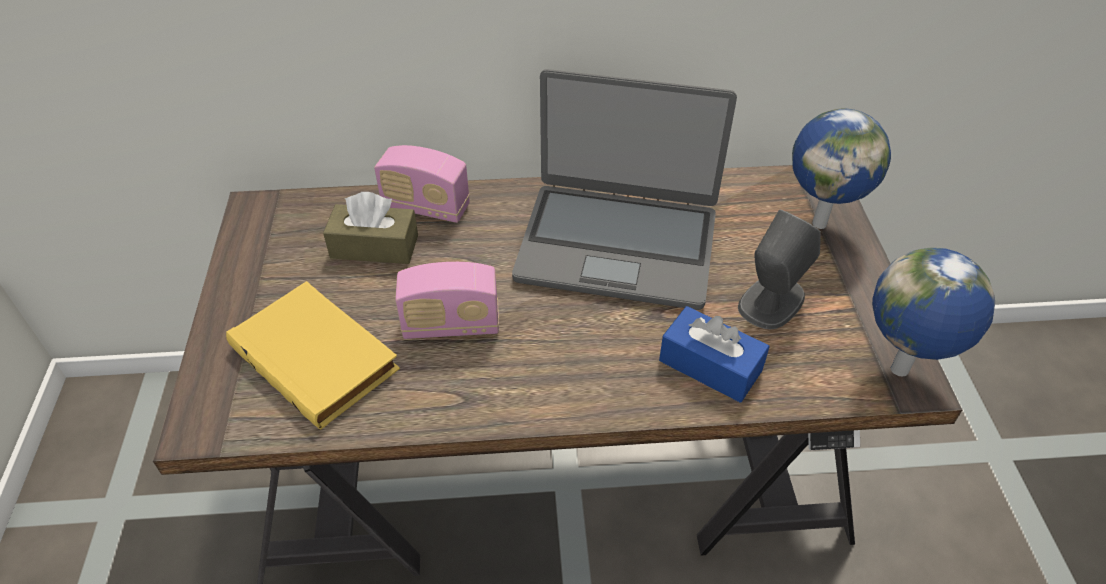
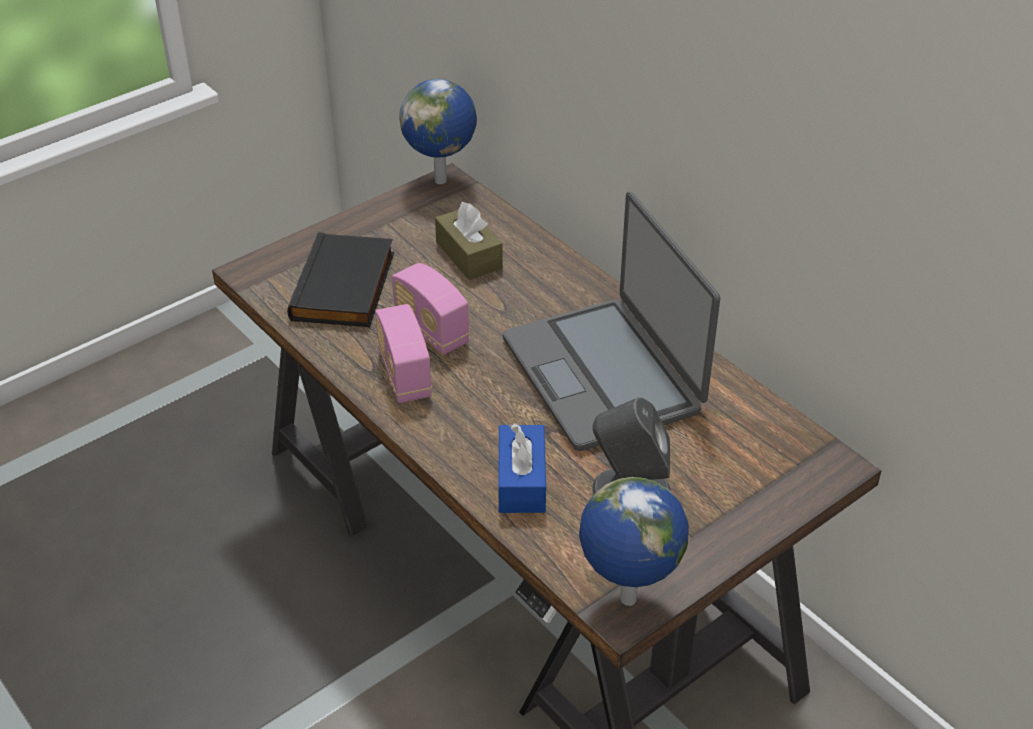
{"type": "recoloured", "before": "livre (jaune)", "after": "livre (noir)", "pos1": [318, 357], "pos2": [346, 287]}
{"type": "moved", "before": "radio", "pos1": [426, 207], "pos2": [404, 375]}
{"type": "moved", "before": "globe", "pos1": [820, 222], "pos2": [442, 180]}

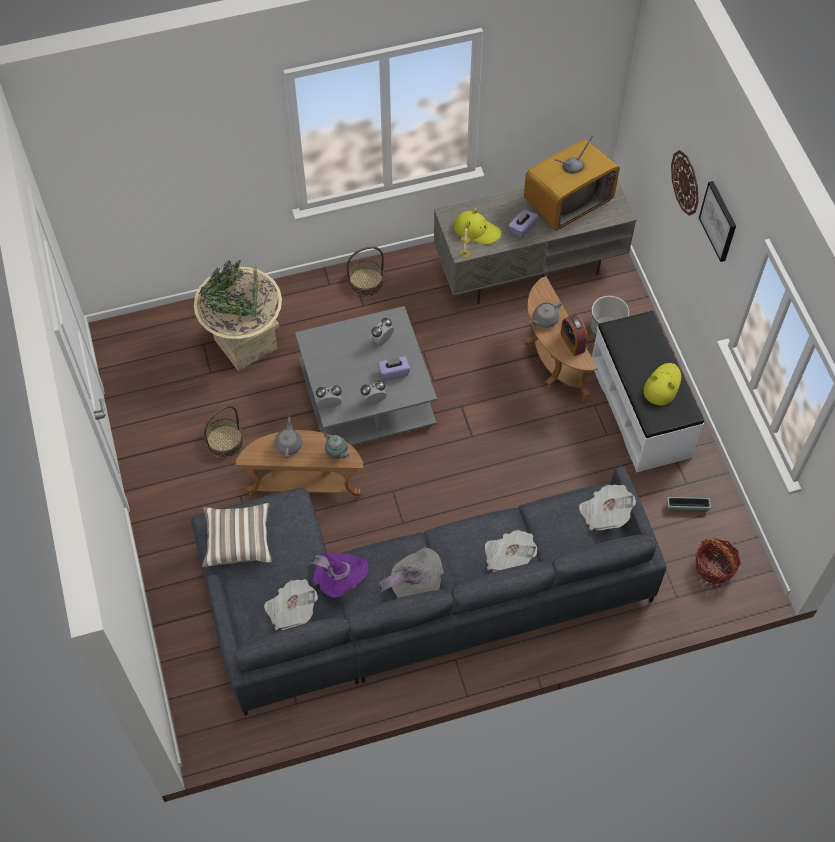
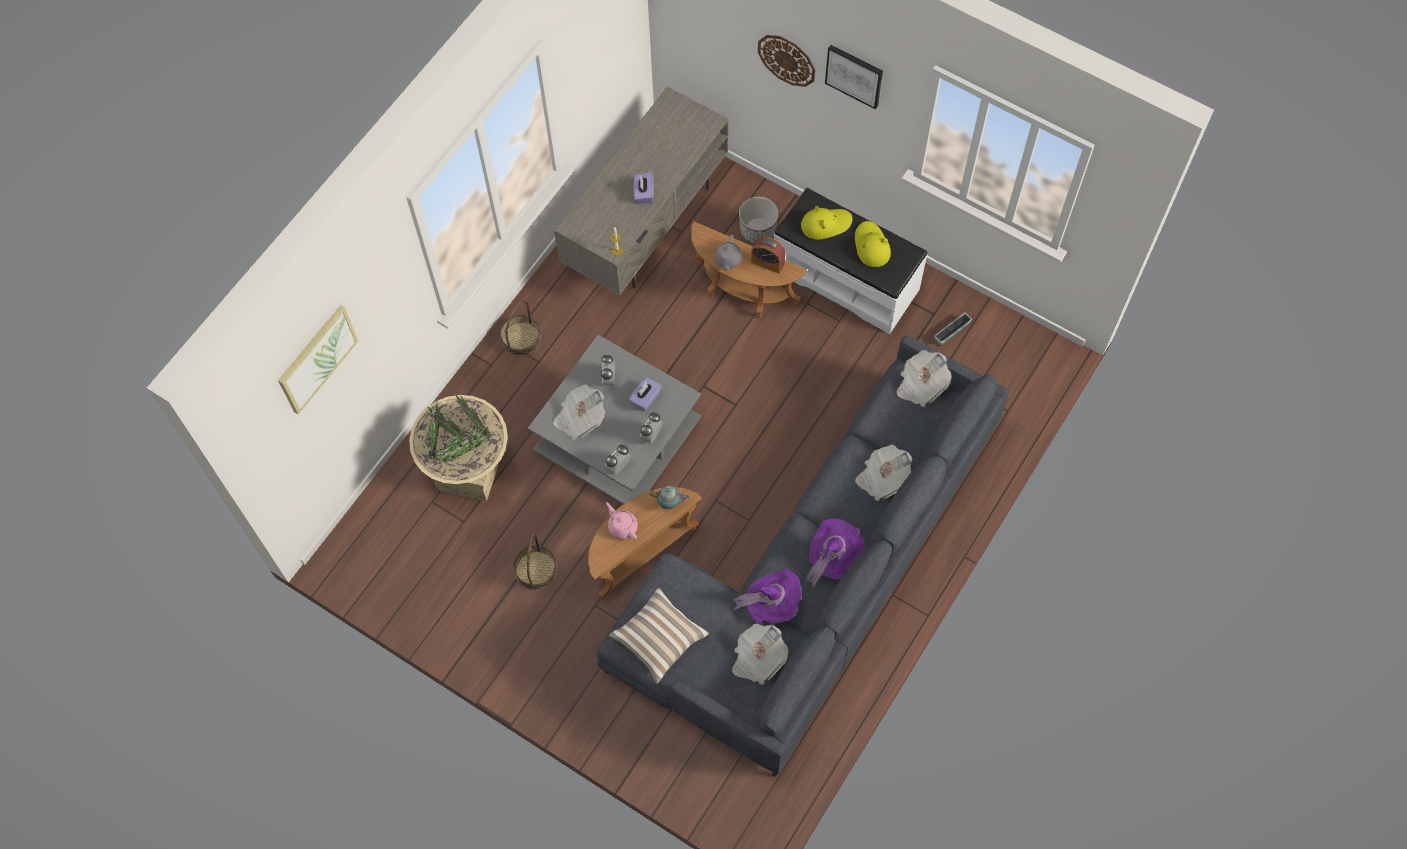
{"type": "added", "after": "tableau", "pos2": [317, 358]}
{"type": "added", "after": "journal", "pos2": [579, 418]}
{"type": "recoloured", "before": "théière (gris)", "after": "théière (rose)", "pos1": [289, 444], "pos2": [622, 526]}
{"type": "moved", "before": "chapeau (jaune)", "pos1": [476, 230], "pos2": [825, 224]}
{"type": "recoloured", "before": "chapeau (gris)", "after": "chapeau (violet)", "pos1": [414, 583], "pos2": [832, 558]}
{"type": "removed", "before": "téléviseur", "pos1": [567, 202]}
{"type": "removed", "before": "panier", "pos1": [714, 567]}

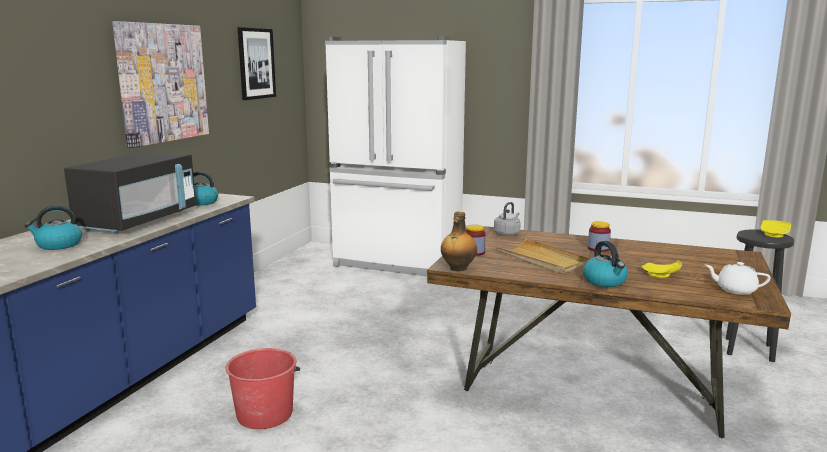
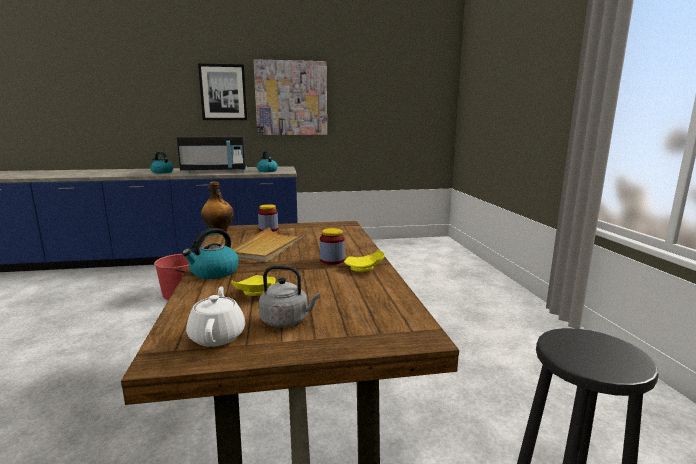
{"type": "moved", "before": "tableau", "pos1": [256, 63], "pos2": [223, 92]}
{"type": "moved", "before": "bouilloire (gris)", "pos1": [507, 233], "pos2": [287, 321]}
{"type": "moved", "before": "assiette (jaune)", "pos1": [774, 234], "pos2": [365, 268]}
{"type": "removed", "before": "réfrigérateur (blanc)", "pos1": [397, 263]}

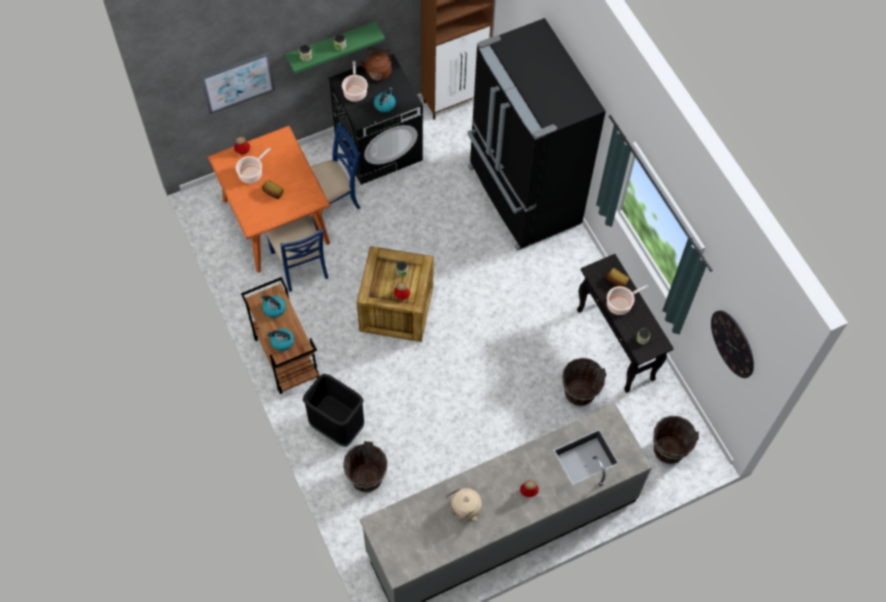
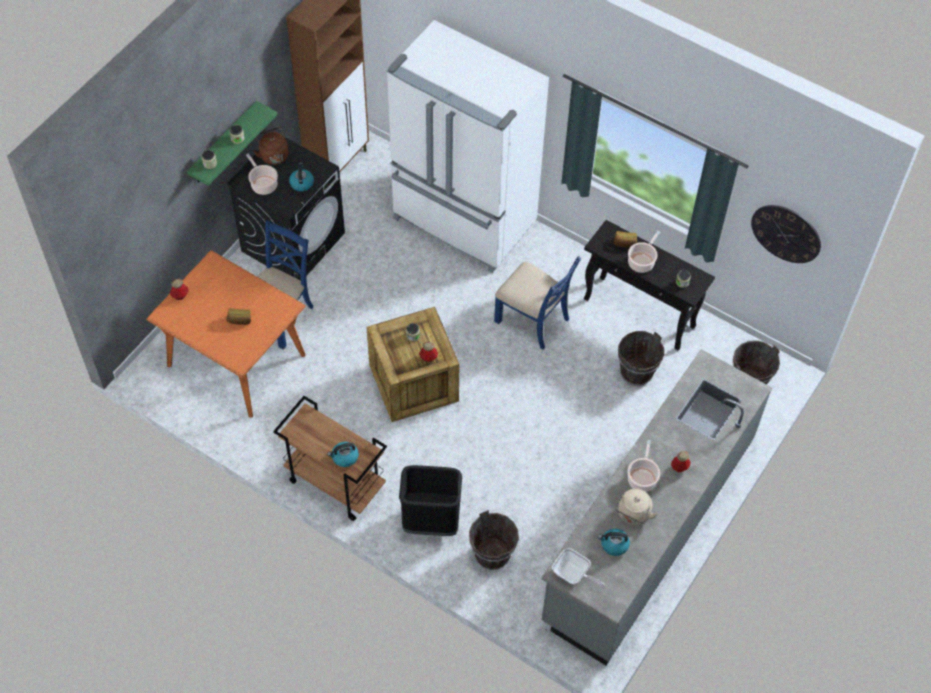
{"type": "recoloured", "before": "réfrigérateur (noir)", "after": "réfrigérateur (blanc)", "pos1": [522, 196], "pos2": [463, 221]}
{"type": "moved", "before": "chaise (bleu)", "pos1": [300, 264], "pos2": [533, 320]}
{"type": "added", "after": "poêle", "pos2": [573, 575]}
{"type": "moved", "before": "bouilloire", "pos1": [273, 309], "pos2": [614, 545]}
{"type": "moved", "before": "marmite", "pos1": [251, 173], "pos2": [642, 478]}
{"type": "removed", "before": "tableau", "pos1": [238, 82]}

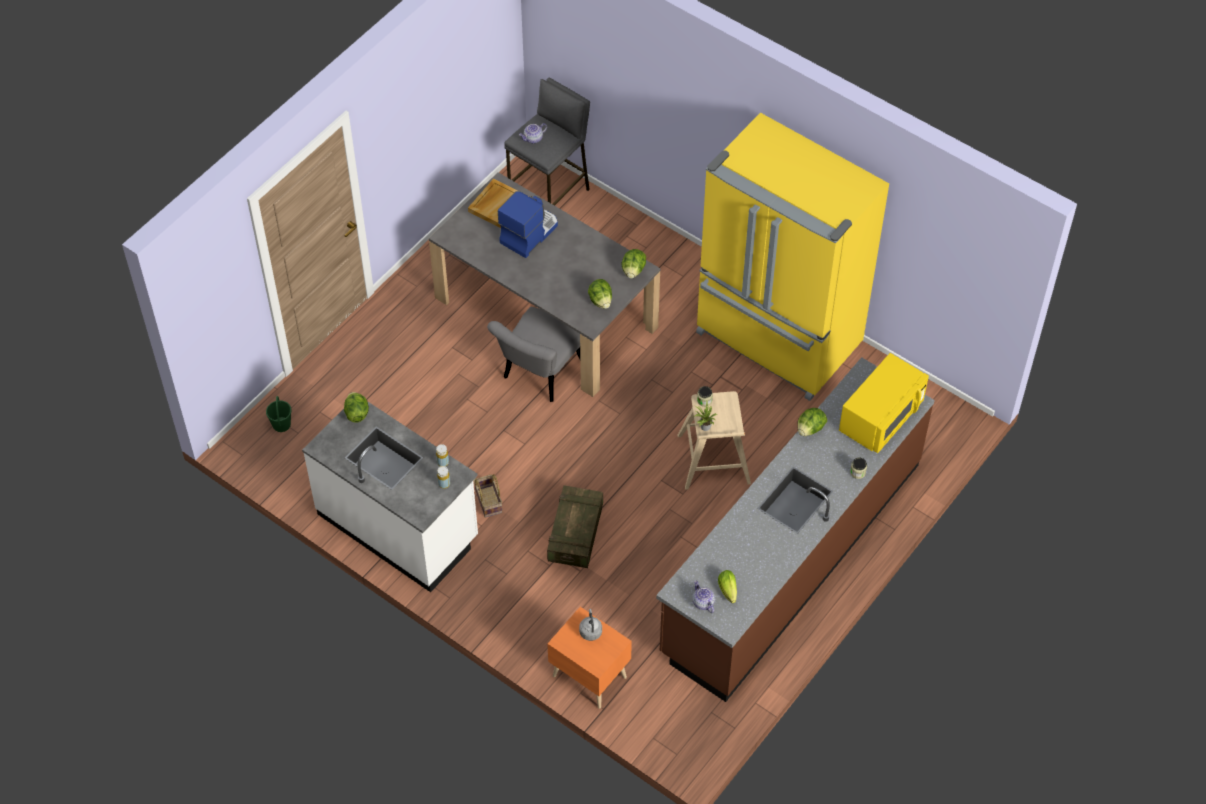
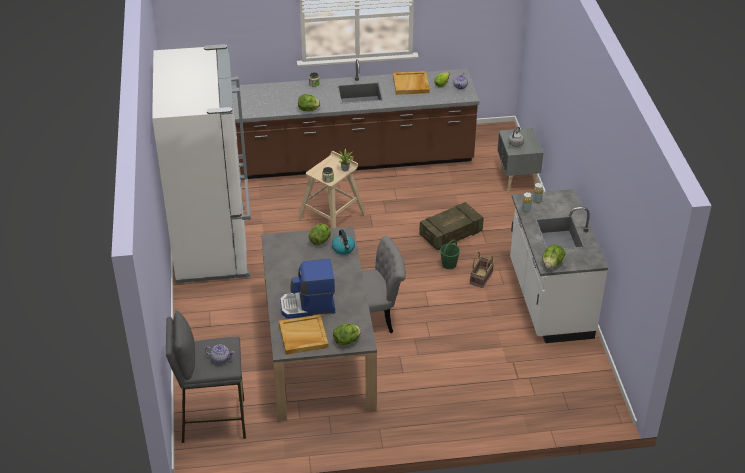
{"type": "recoloured", "before": "réfrigérateur (jaune)", "after": "réfrigérateur (blanc)", "pos1": [777, 340], "pos2": [213, 243]}
{"type": "added", "after": "bouilloire", "pos2": [343, 249]}
{"type": "moved", "before": "laitue", "pos1": [633, 270], "pos2": [347, 341]}
{"type": "added", "after": "plateau (beige)", "pos2": [411, 84]}
{"type": "moved", "before": "seau (vert)", "pos1": [281, 424], "pos2": [449, 264]}
{"type": "recoloured", "before": "table de chevet (orange)", "after": "table de chevet (gris)", "pos1": [589, 675], "pos2": [516, 180]}
{"type": "removed", "before": "micro-ondes (jaune)", "pos1": [880, 417]}

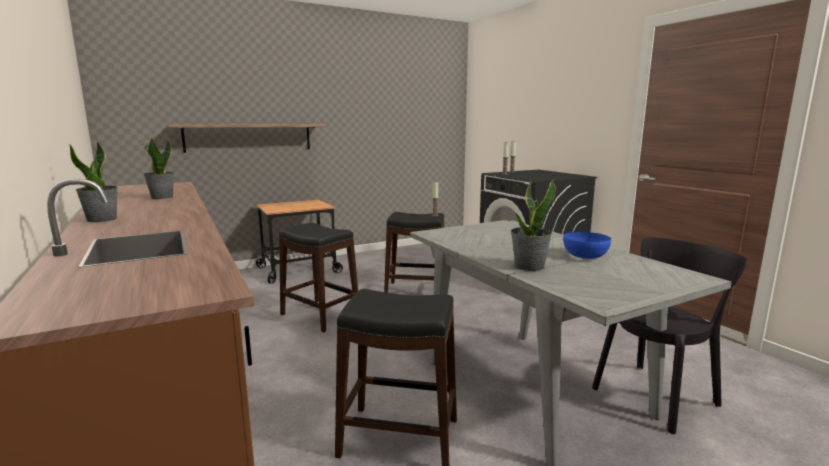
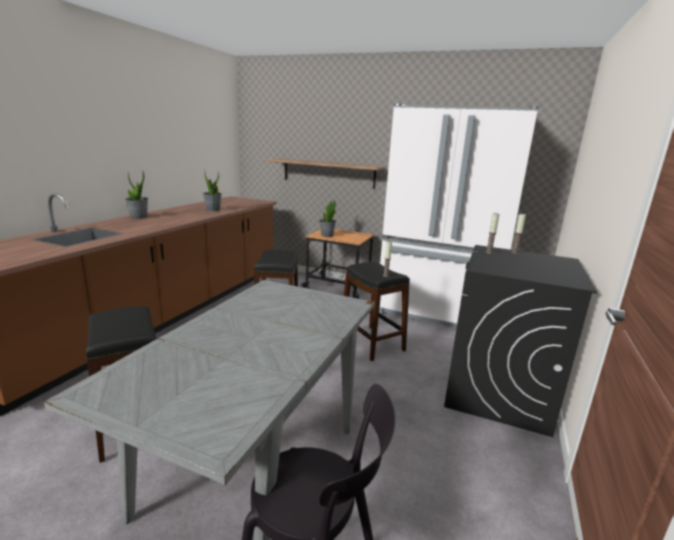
{"type": "moved", "before": "plante en pot", "pos1": [529, 266], "pos2": [327, 235]}
{"type": "added", "after": "réfrigérateur (blanc)", "pos2": [437, 312]}
{"type": "removed", "before": "bol (bleu)", "pos1": [585, 256]}

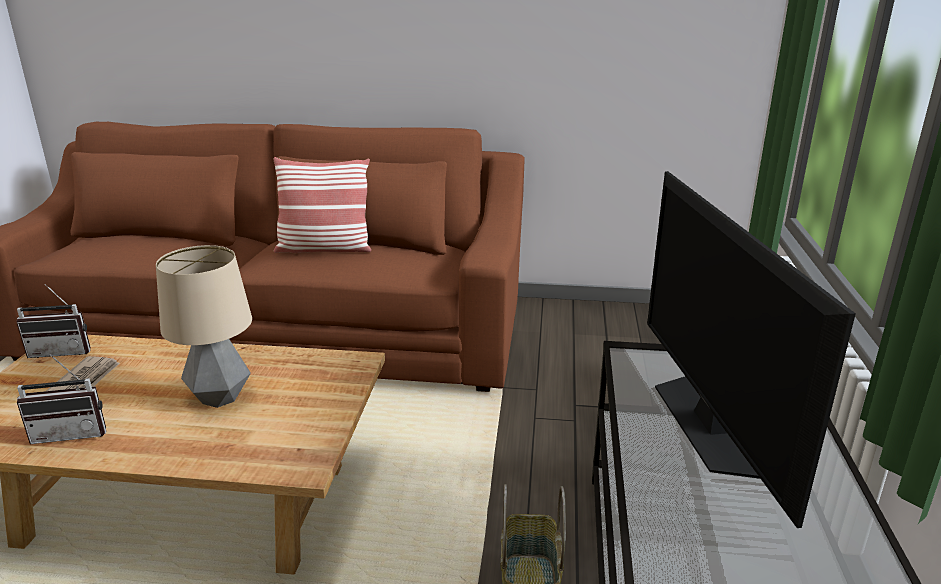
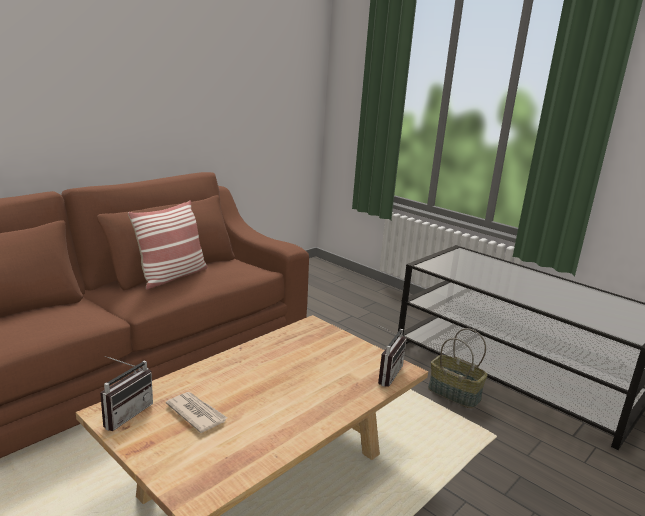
{"type": "moved", "before": "radio", "pos1": [72, 432], "pos2": [385, 373]}
{"type": "removed", "before": "lampe de table", "pos1": [219, 398]}
{"type": "removed", "before": "téléviseur", "pos1": [709, 424]}

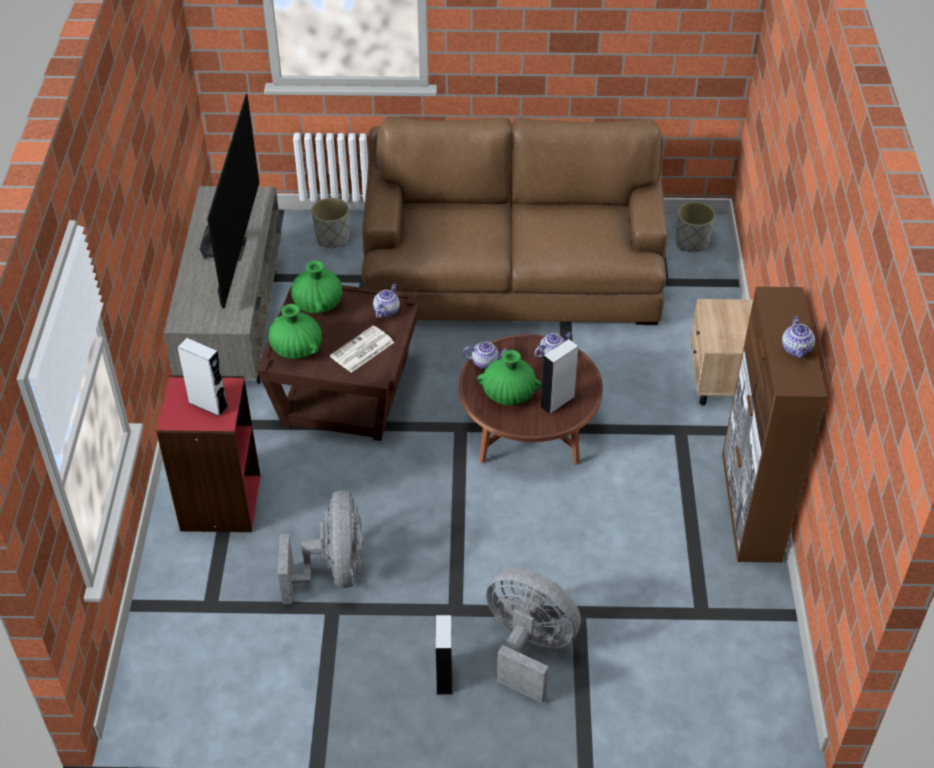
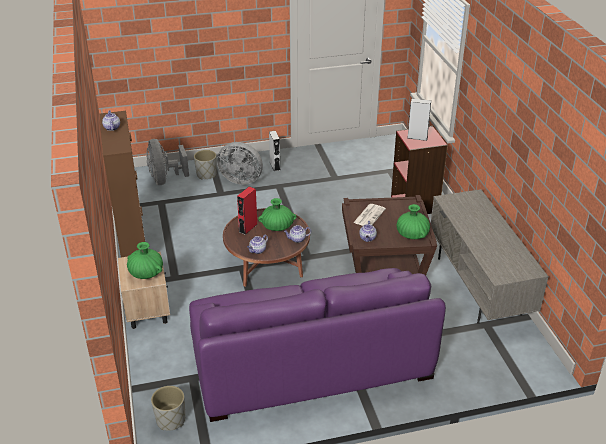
{"type": "moved", "before": "vase (vert)", "pos1": [296, 349], "pos2": [146, 273]}
{"type": "moved", "before": "ventilateur (gris)", "pos1": [333, 571], "pos2": [165, 179]}
{"type": "recoloured", "before": "canapé (marron)", "after": "canapé (violet)", "pos1": [512, 276], "pos2": [310, 359]}
{"type": "moved", "before": "cache-pot (gris)", "pos1": [333, 238], "pos2": [206, 175]}
{"type": "recoloured", "before": "enceinte (gris)", "after": "enceinte (rouge)", "pos1": [557, 402], "pos2": [248, 228]}
{"type": "removed", "before": "téléviseur", "pos1": [232, 248]}

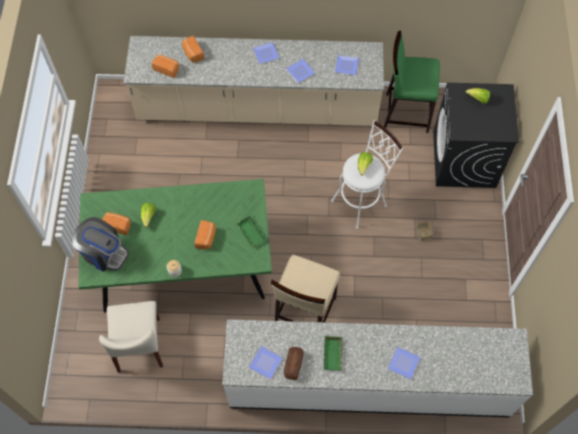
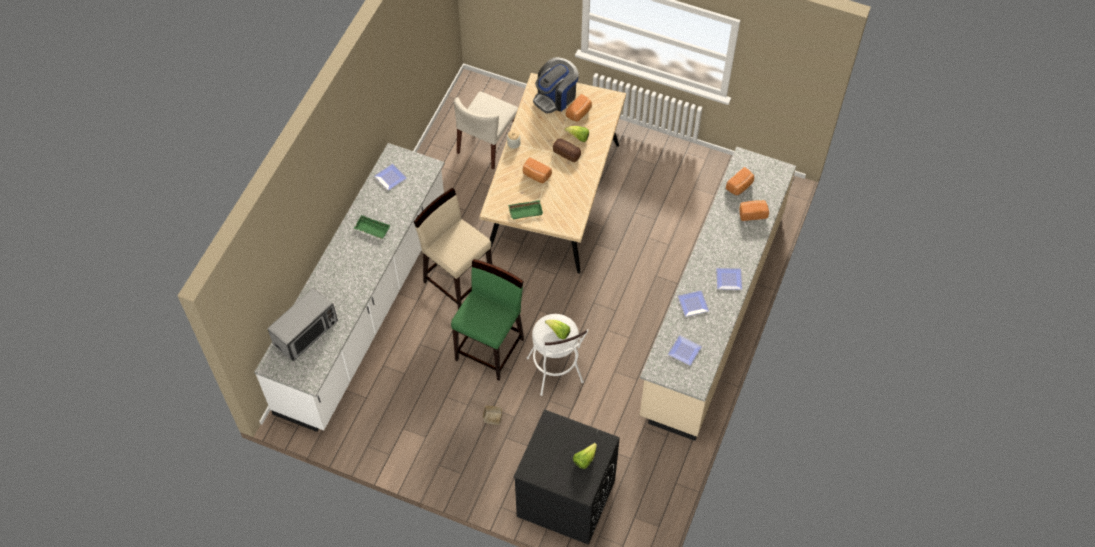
{"type": "added", "after": "micro-ondes", "pos2": [306, 332]}
{"type": "moved", "before": "tabouret (vert)", "pos1": [406, 112], "pos2": [490, 349]}
{"type": "turned", "before": "chaise (beige)", "pos1": [139, 345], "pos2": [487, 144], "turn": -75}
{"type": "recoloured", "before": "table à manger (vert)", "after": "table à manger (beige)", "pos1": [182, 263], "pos2": [554, 196]}
{"type": "moved", "before": "pain", "pos1": [293, 365], "pos2": [566, 153]}
{"type": "removed", "before": "assiette", "pos1": [405, 363]}

